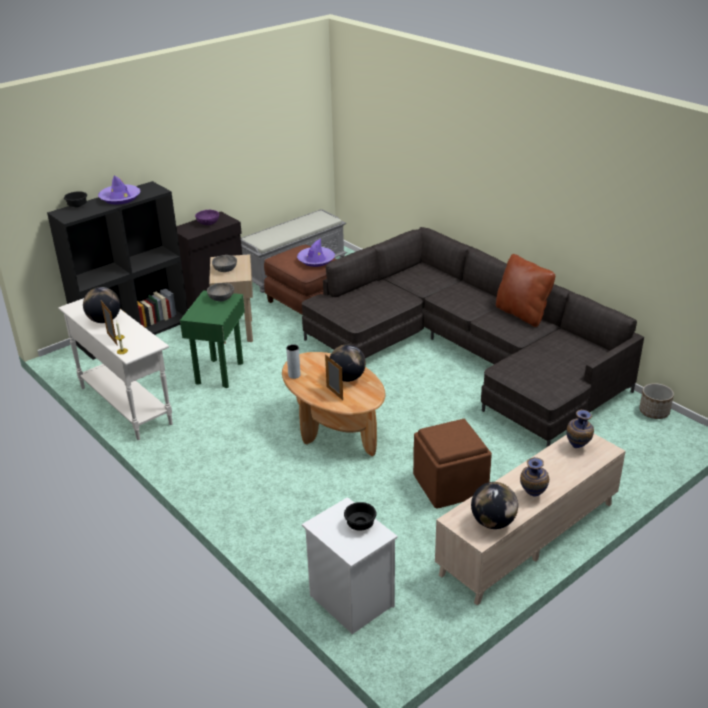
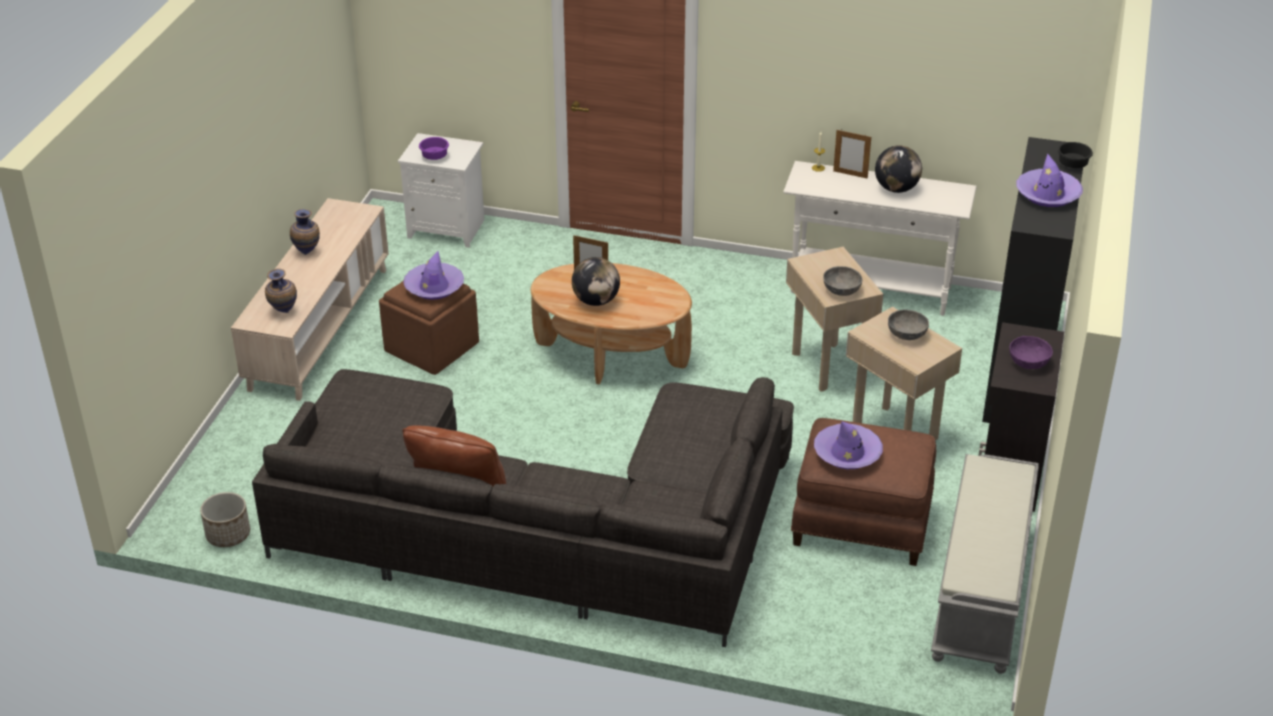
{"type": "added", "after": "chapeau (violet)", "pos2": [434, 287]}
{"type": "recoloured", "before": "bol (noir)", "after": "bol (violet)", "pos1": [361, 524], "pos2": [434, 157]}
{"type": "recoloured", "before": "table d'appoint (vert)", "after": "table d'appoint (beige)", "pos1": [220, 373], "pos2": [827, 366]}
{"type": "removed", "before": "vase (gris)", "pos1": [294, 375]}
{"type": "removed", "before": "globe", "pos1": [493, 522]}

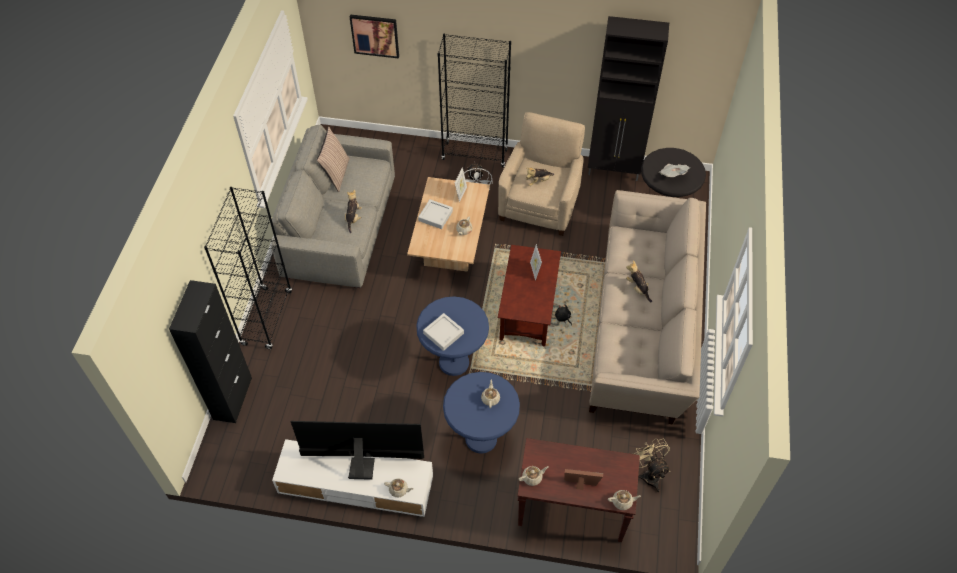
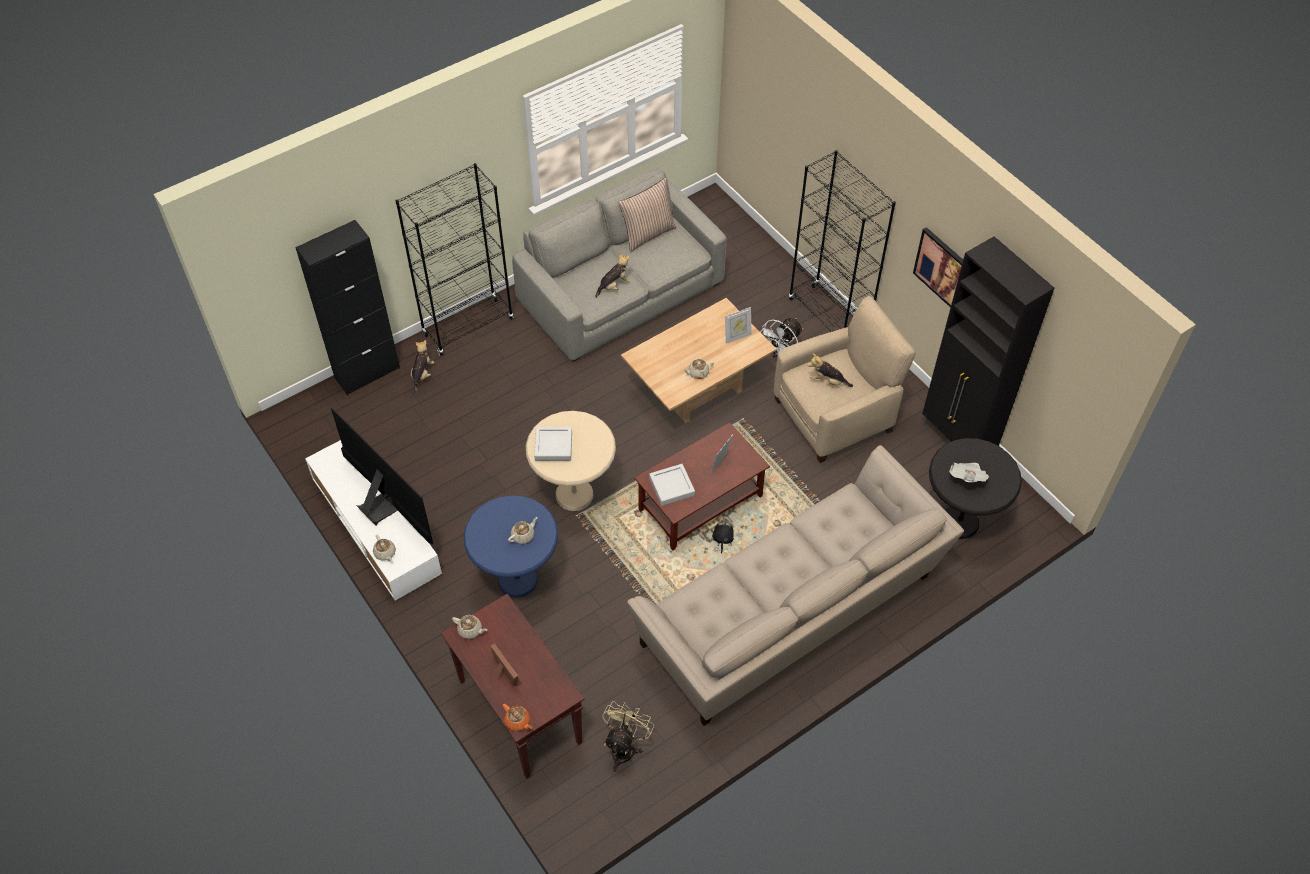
{"type": "moved", "before": "peluche", "pos1": [638, 288], "pos2": [422, 374]}
{"type": "recoloured", "before": "théière (beige)", "after": "théière (orange)", "pos1": [622, 502], "pos2": [518, 721]}
{"type": "recoloured", "before": "table d'appoint (bleu)", "after": "table d'appoint (beige)", "pos1": [454, 362], "pos2": [574, 495]}
{"type": "moved", "before": "plateau (gris)", "pos1": [435, 216], "pos2": [672, 487]}
{"type": "moved", "before": "tableau", "pos1": [375, 35], "pos2": [942, 268]}

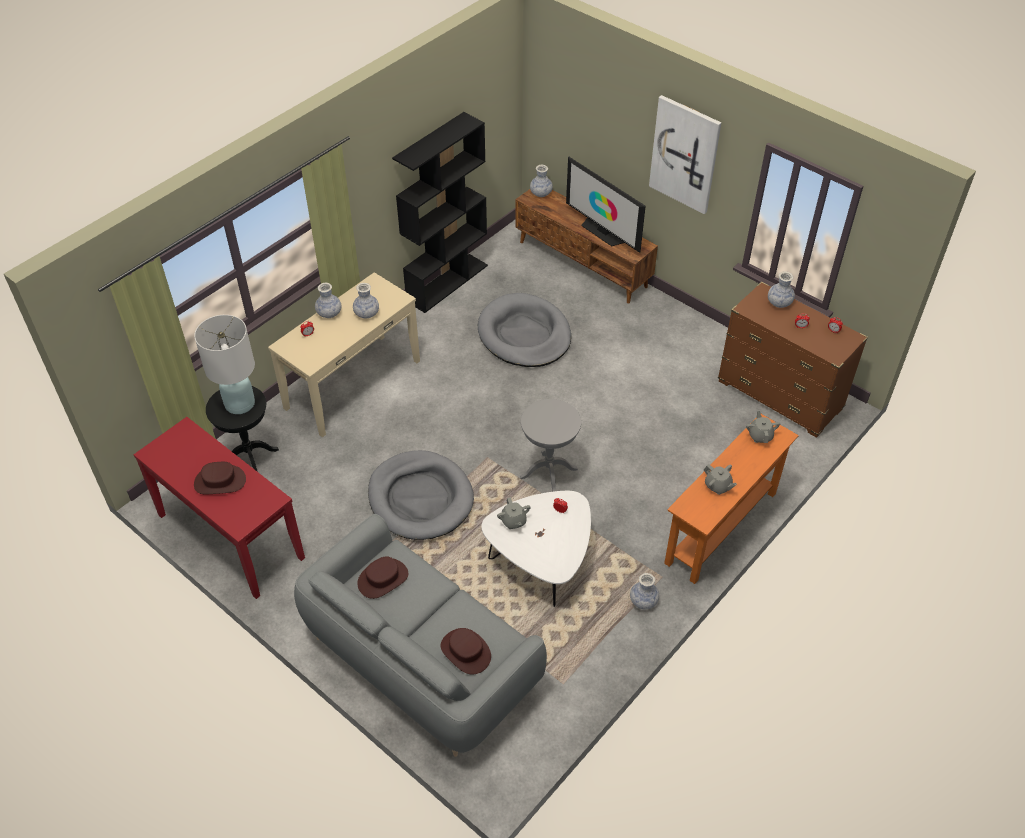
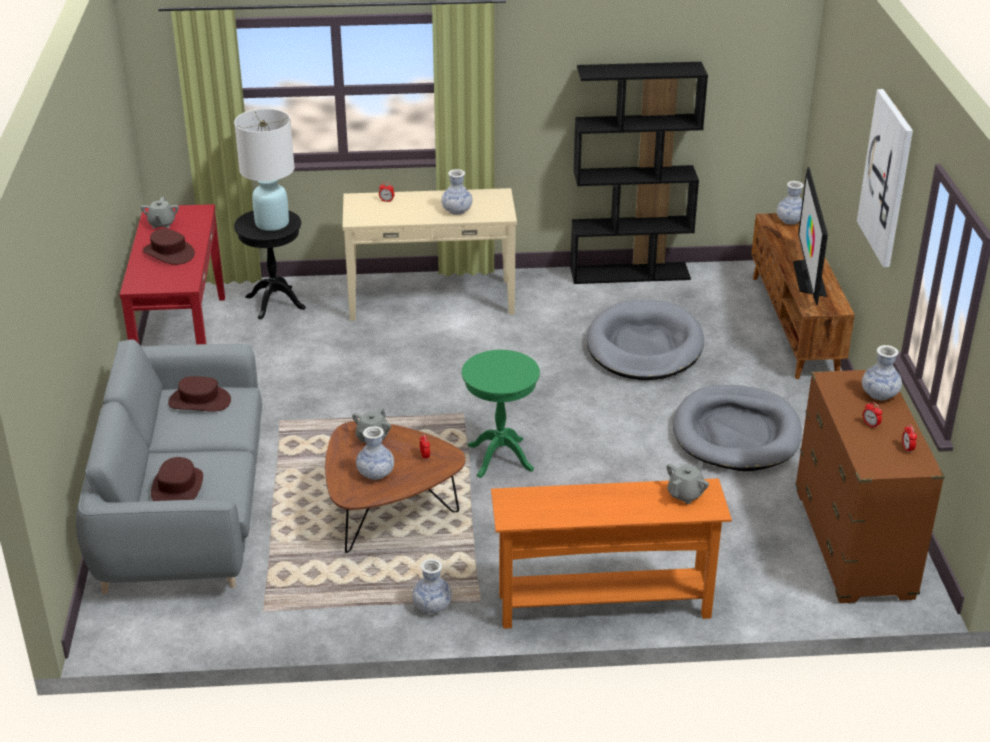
{"type": "moved", "before": "théière (gris)", "pos1": [717, 486], "pos2": [161, 224]}
{"type": "recoloured", "before": "table basse (blanc)", "after": "table basse (marron)", "pos1": [541, 562], "pos2": [388, 515]}
{"type": "moved", "before": "vase", "pos1": [329, 313], "pos2": [375, 473]}
{"type": "recoloured", "before": "table d'appoint (gris)", "after": "table d'appoint (vert)", "pos1": [548, 473], "pos2": [500, 457]}
{"type": "moved", "before": "panier pour chien (gris)", "pos1": [420, 498], "pos2": [736, 433]}

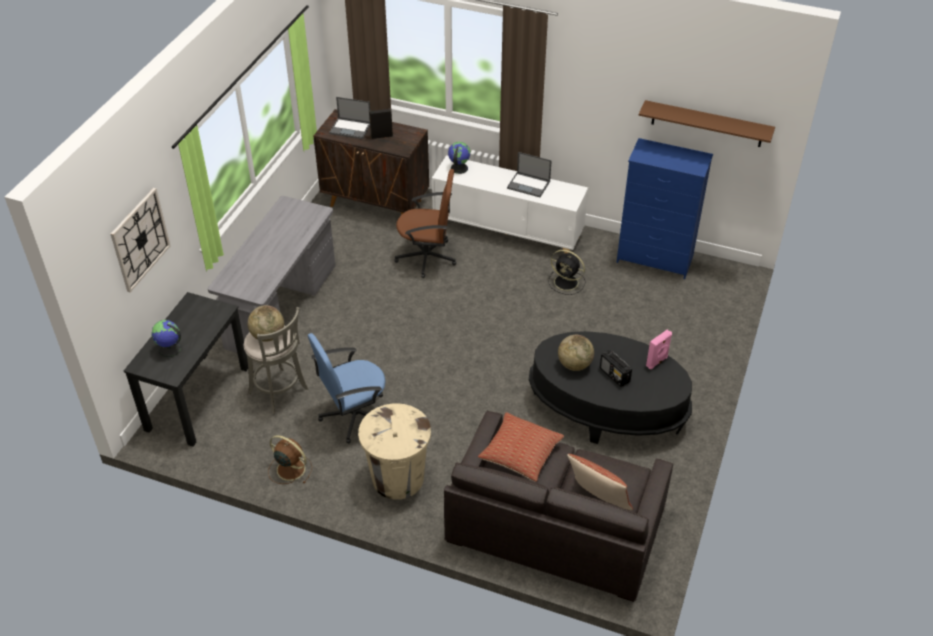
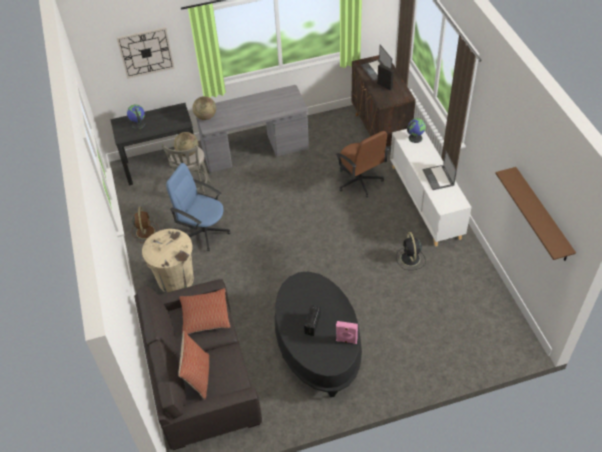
{"type": "moved", "before": "globe", "pos1": [574, 365], "pos2": [205, 117]}
{"type": "removed", "before": "commode (bleu)", "pos1": [655, 260]}

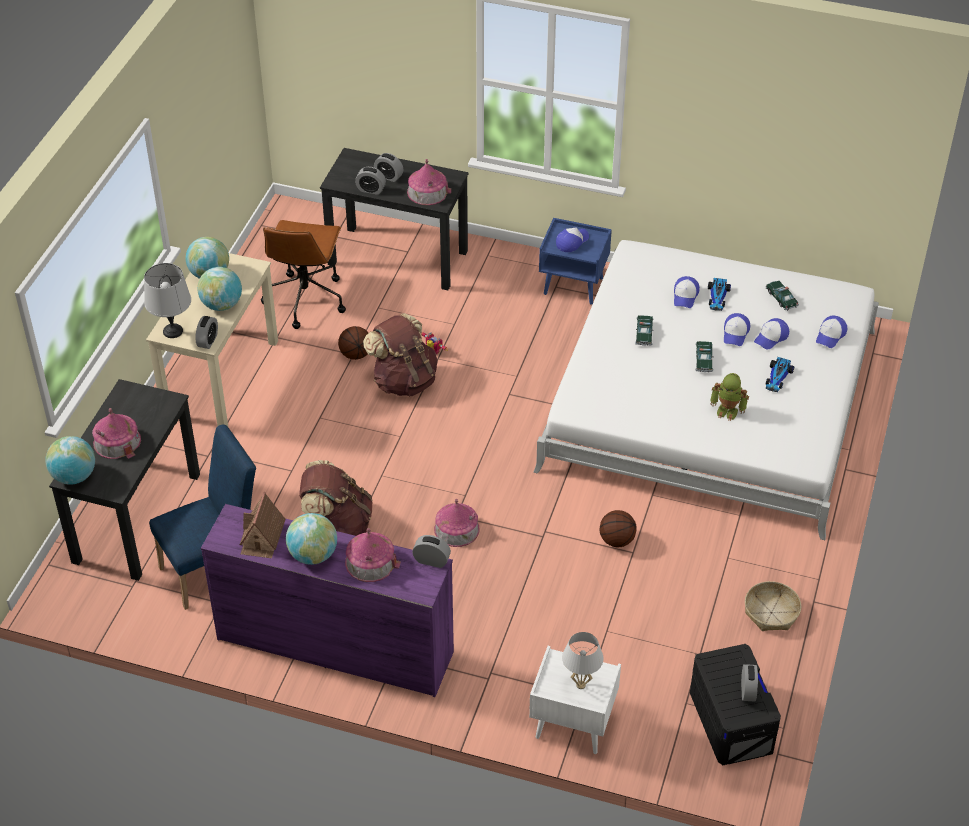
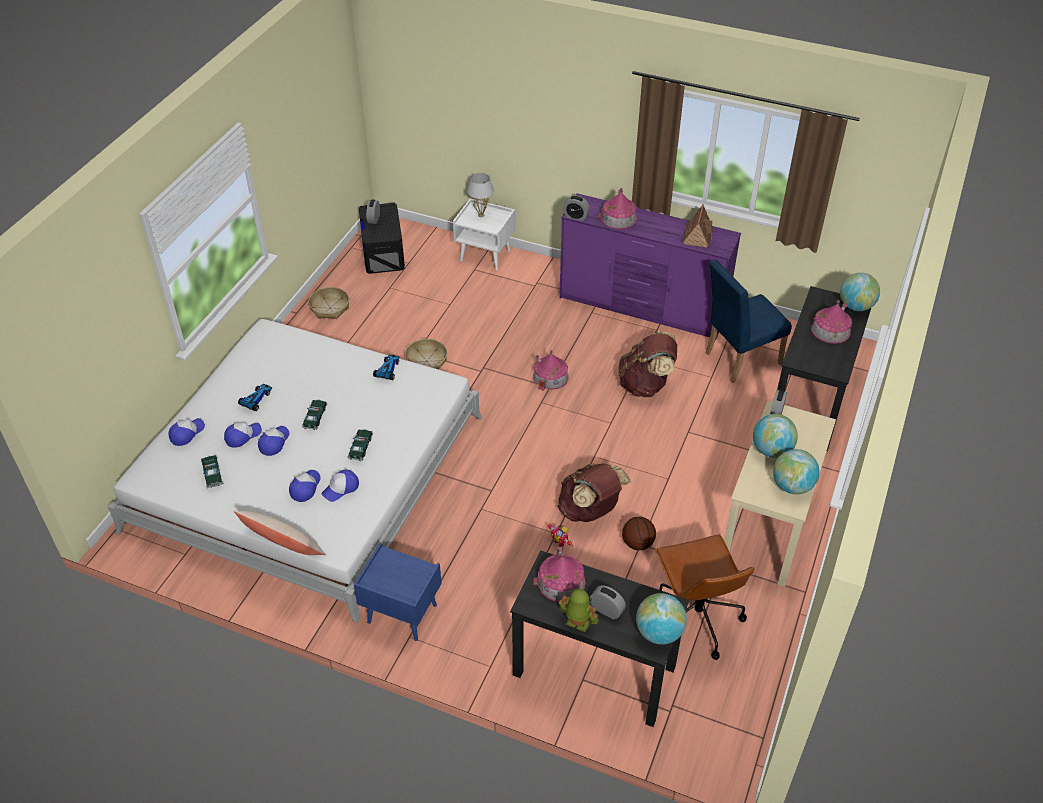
{"type": "added", "after": "coussin (beige)", "pos2": [283, 545]}
{"type": "moved", "before": "casquette", "pos1": [572, 241], "pos2": [341, 488]}
{"type": "moved", "before": "petite voiture", "pos1": [718, 297], "pos2": [387, 369]}
{"type": "replaced", "before": "ballon de basket", "after": "panier", "pos1": [616, 540], "pos2": [426, 361]}
{"type": "moved", "before": "robot jouet", "pos1": [728, 411], "pos2": [577, 623]}
{"type": "moved", "before": "globe", "pos1": [313, 555], "pos2": [659, 632]}
{"type": "turned", "before": "chaise de bureau (marron)", "pos1": [305, 298], "pos2": [696, 618], "turn": 150}
{"type": "removed", "before": "lampe de table (gris)", "pos1": [172, 331]}
{"type": "removed", "before": "réveil", "pos1": [371, 190]}

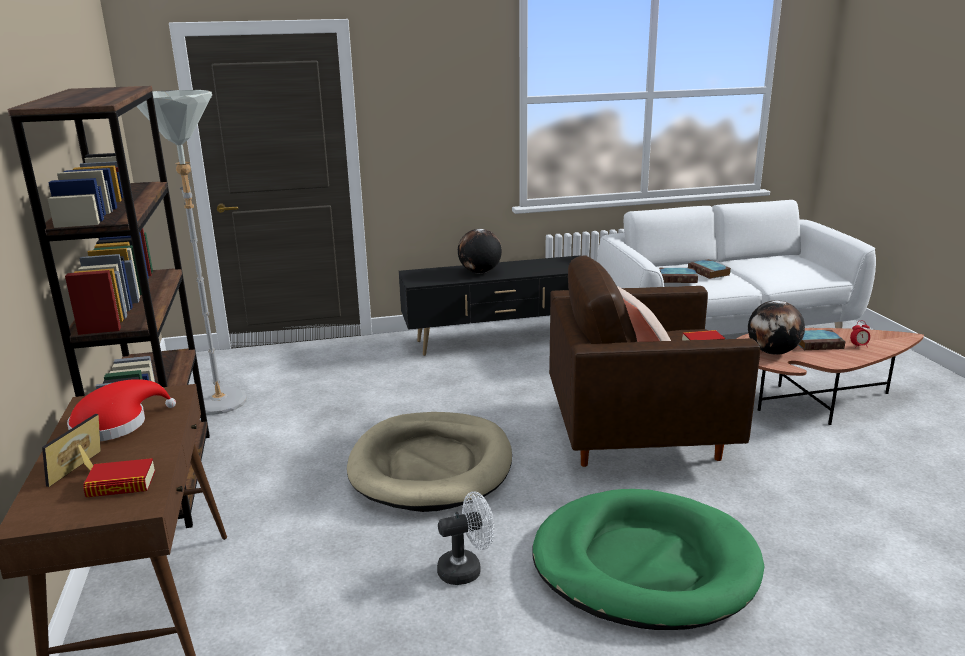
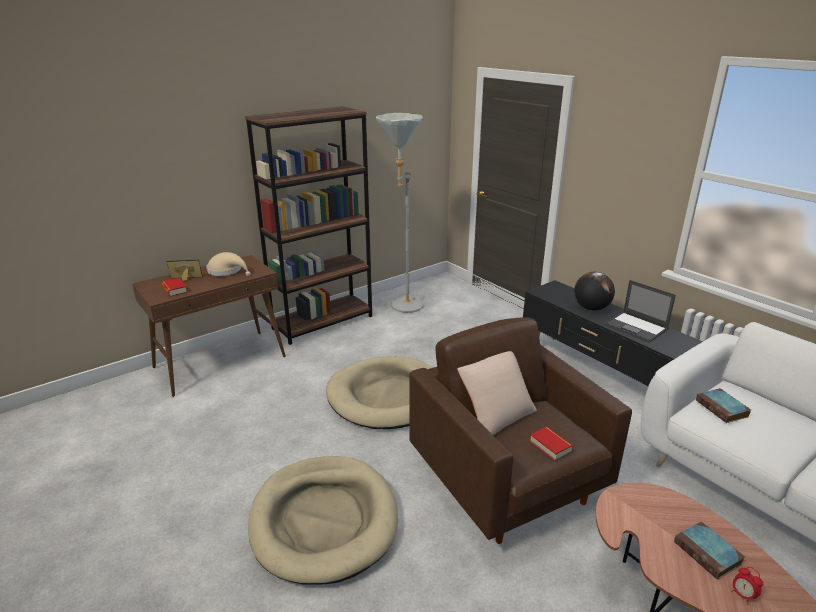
{"type": "recoloured", "before": "chapeau (rouge)", "after": "chapeau (beige)", "pos1": [115, 424], "pos2": [227, 271]}
{"type": "recoloured", "before": "panier pour chien (vert)", "after": "panier pour chien (beige)", "pos1": [644, 565], "pos2": [324, 520]}
{"type": "added", "after": "ordinateur portable", "pos2": [637, 327]}
{"type": "removed", "before": "ventilateur (blanc)", "pos1": [466, 569]}
{"type": "removed", "before": "livre", "pos1": [709, 272]}
{"type": "removed", "before": "globe", "pos1": [773, 352]}

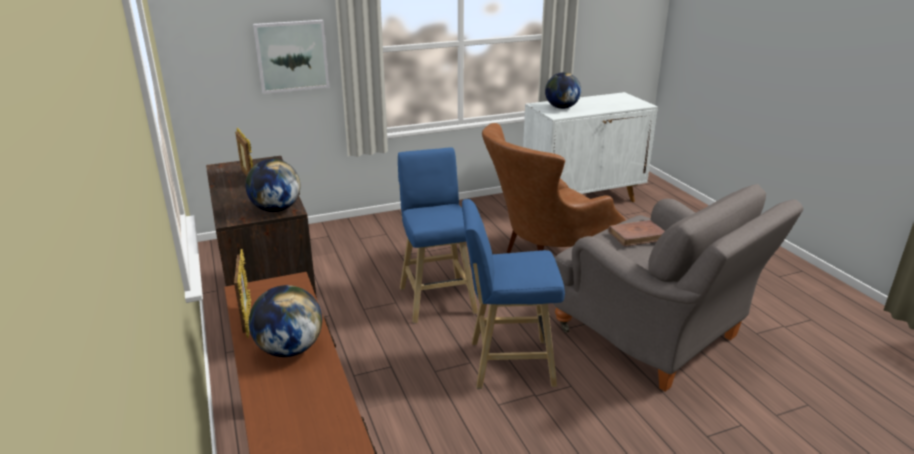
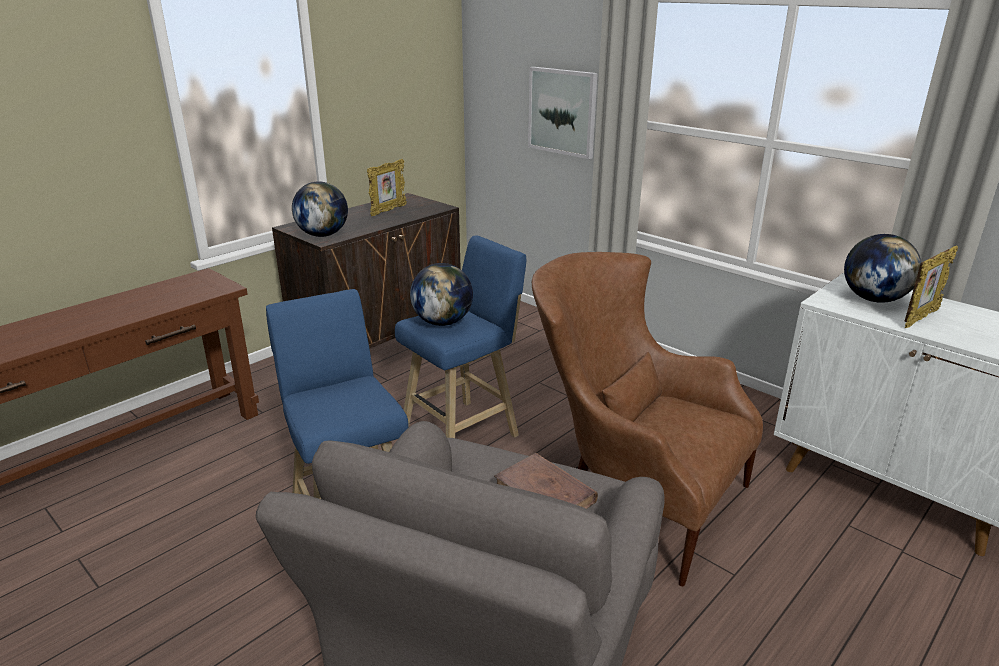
{"type": "moved", "before": "globe", "pos1": [289, 349], "pos2": [442, 322]}
{"type": "moved", "before": "cadre photo", "pos1": [247, 320], "pos2": [920, 318]}

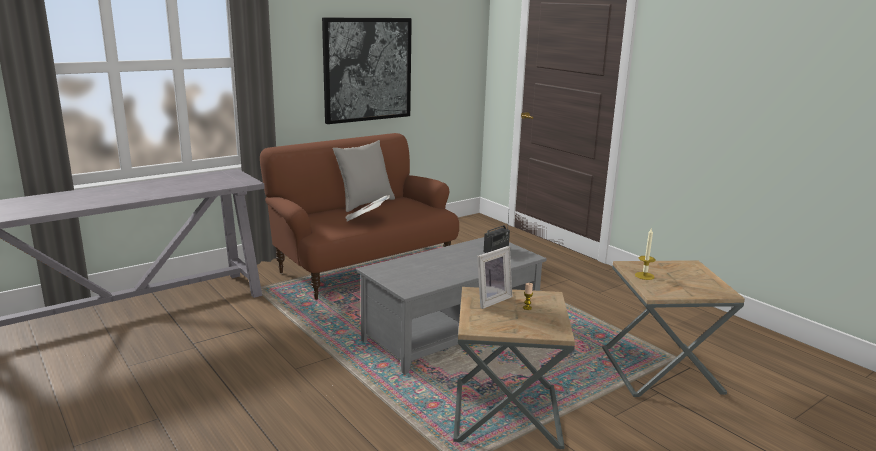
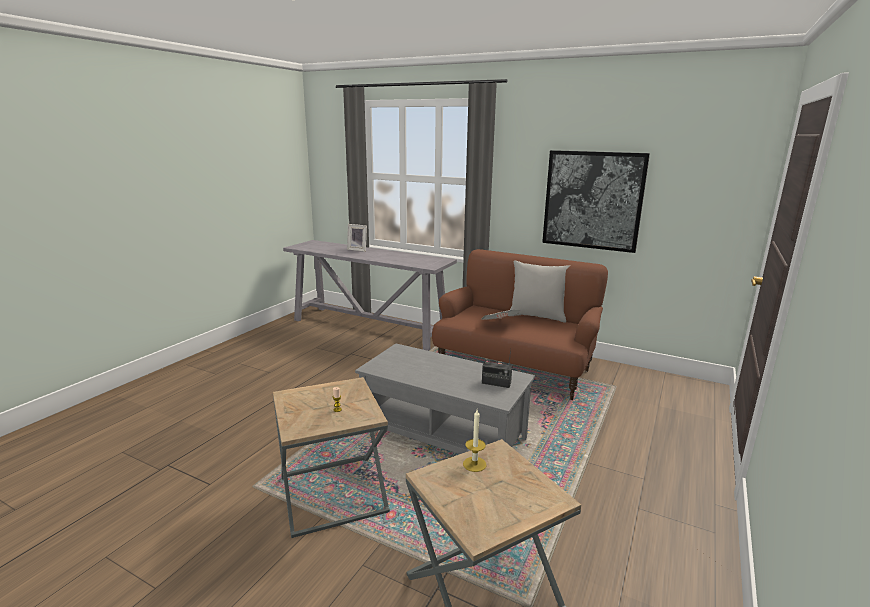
{"type": "moved", "before": "cadre photo", "pos1": [490, 300], "pos2": [358, 249]}

